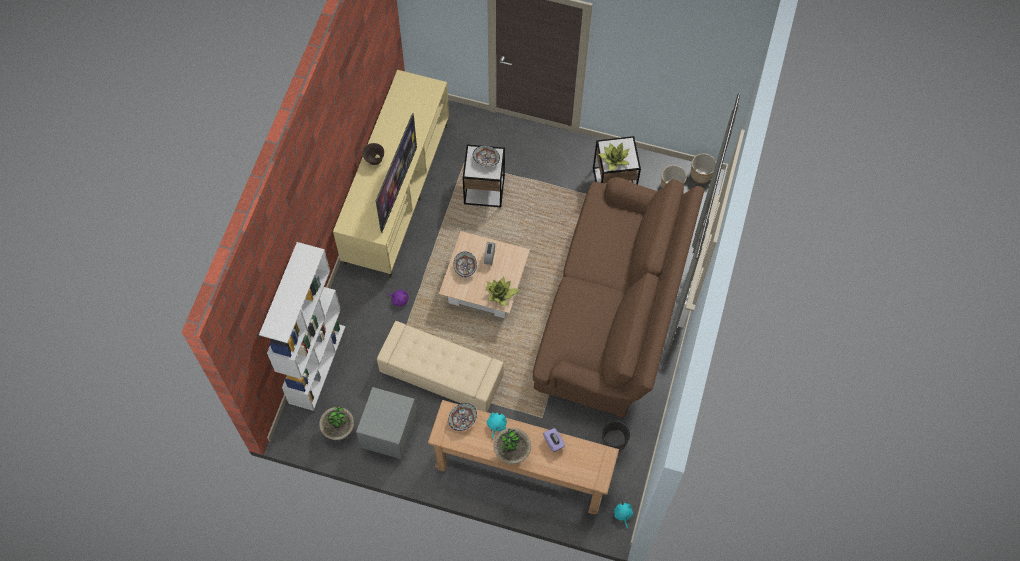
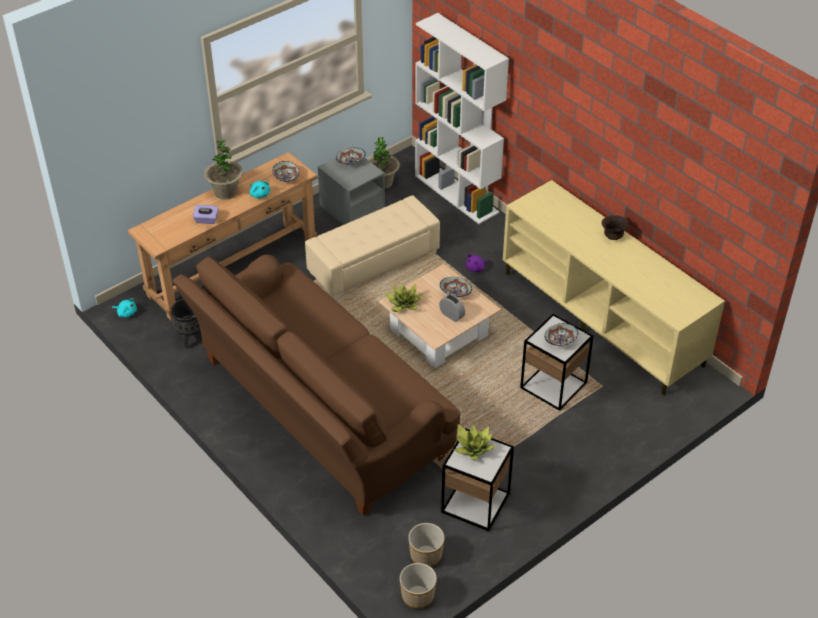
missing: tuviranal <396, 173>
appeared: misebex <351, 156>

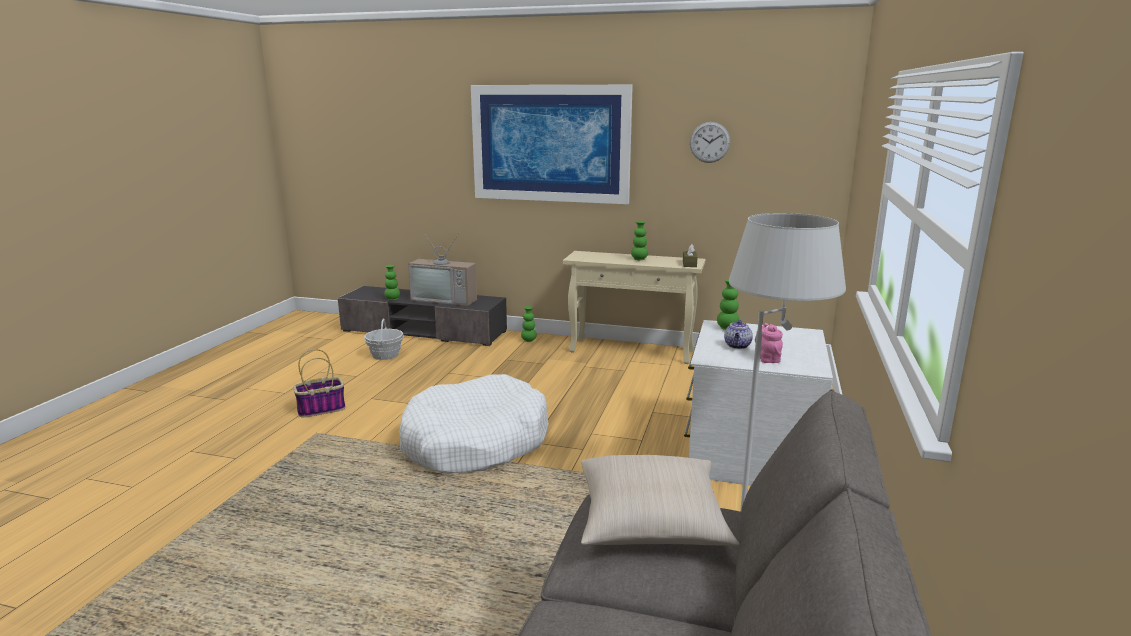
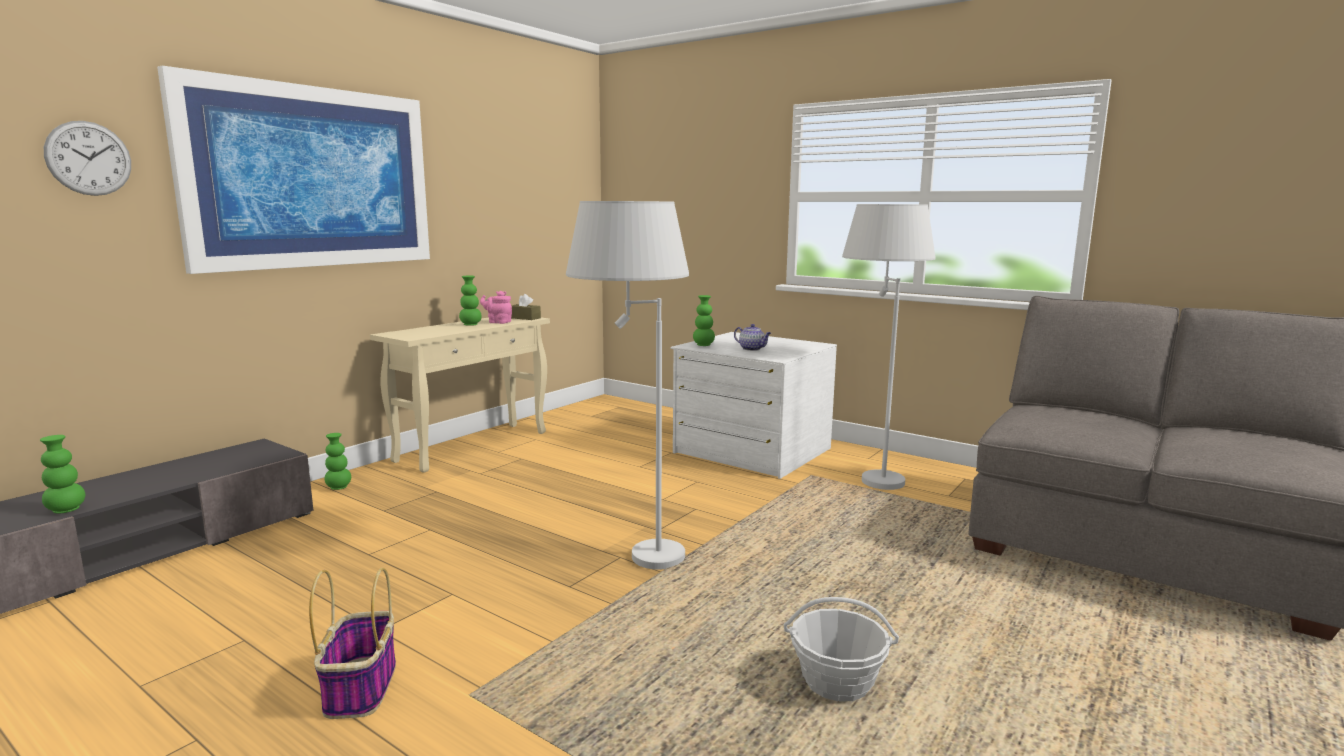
missing: tuviranal <442, 269>; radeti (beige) <660, 500>
relocated: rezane <384, 339> to <841, 649>; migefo <710, 142> to <87, 158>; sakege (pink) <769, 343> to <496, 307>
exchanged: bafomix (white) <474, 424> to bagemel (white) <627, 385>

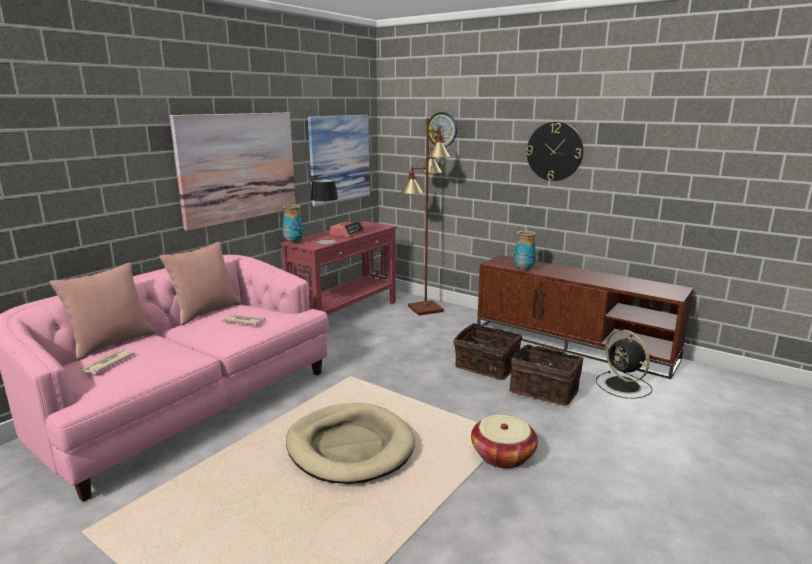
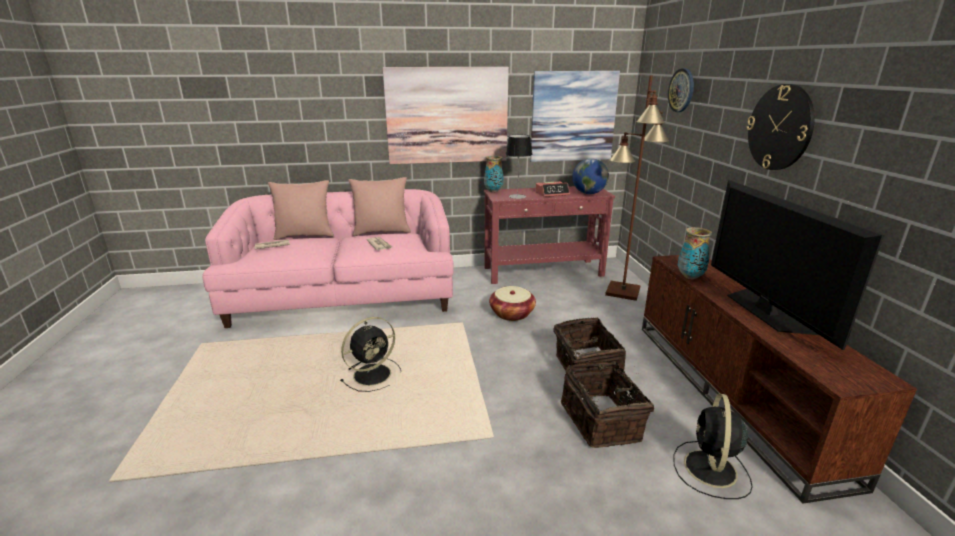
appeared: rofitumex <590, 176>; tuviranal <797, 265>
relocated: rezane <504, 442> to <512, 303>
exchanged: bafomix (beige) <350, 443> to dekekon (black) <370, 354>

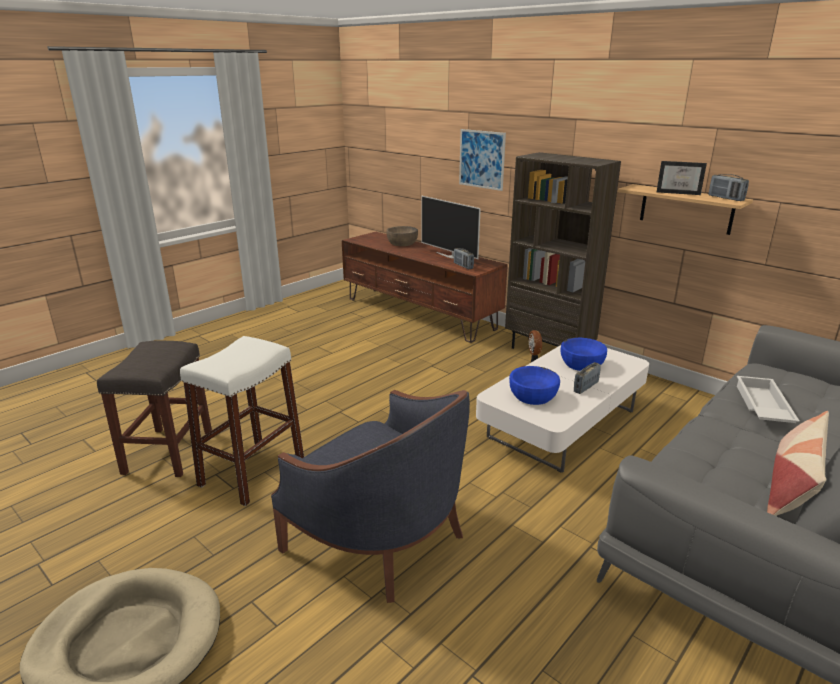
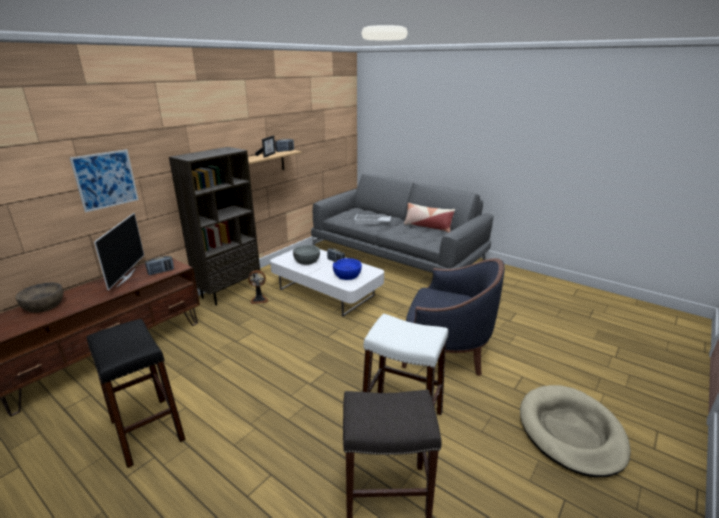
appeared: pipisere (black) <136, 393>
colour: misebex (blue) <584, 354> to misebex (grey) <306, 255>
spun: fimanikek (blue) <370, 496> = <453, 317> 75 degrees clockwise; tuviranal <451, 227> = <119, 252> 45 degrees counterclockwise

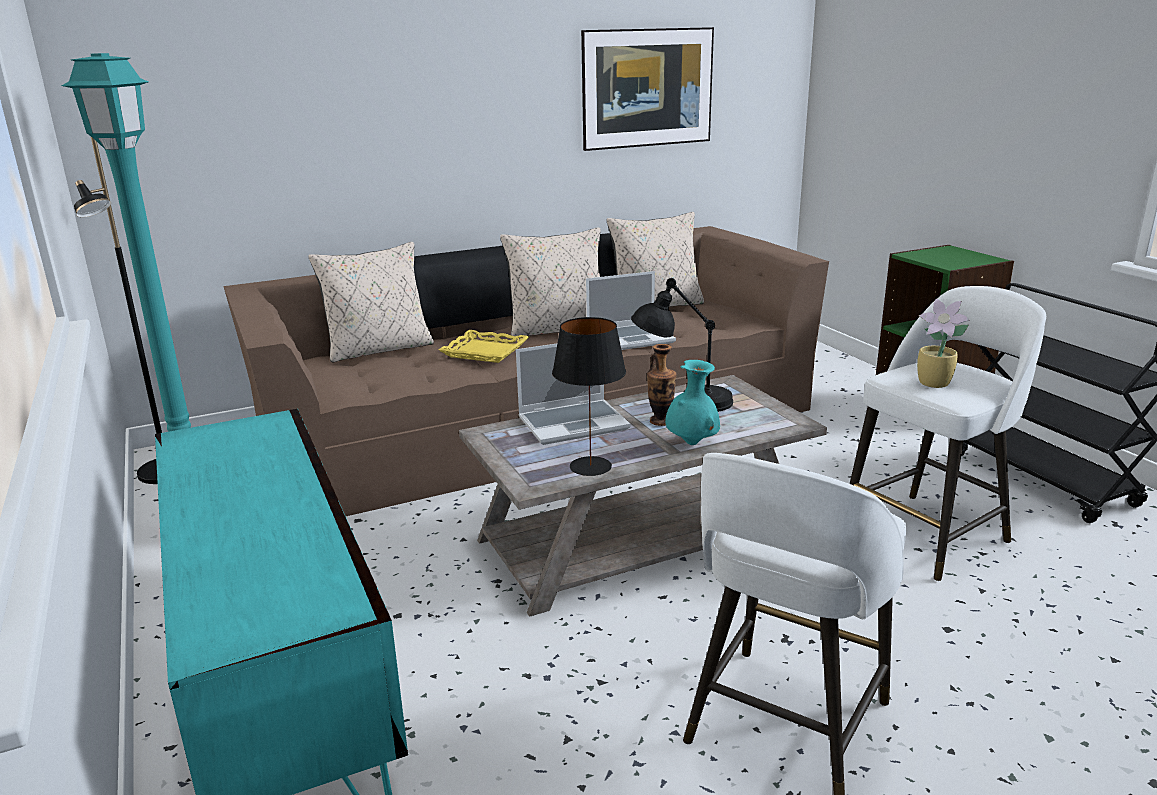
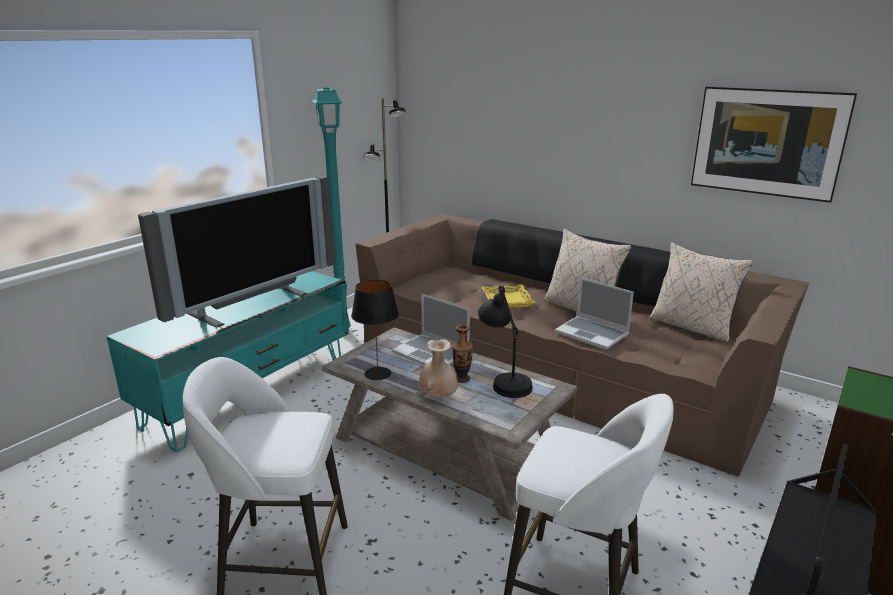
missing: radeti (beige) <371, 302>; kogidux <943, 343>
appeared: tuviranal <236, 252>
colour: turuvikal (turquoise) <692, 402> to turuvikal (beige) <438, 369>

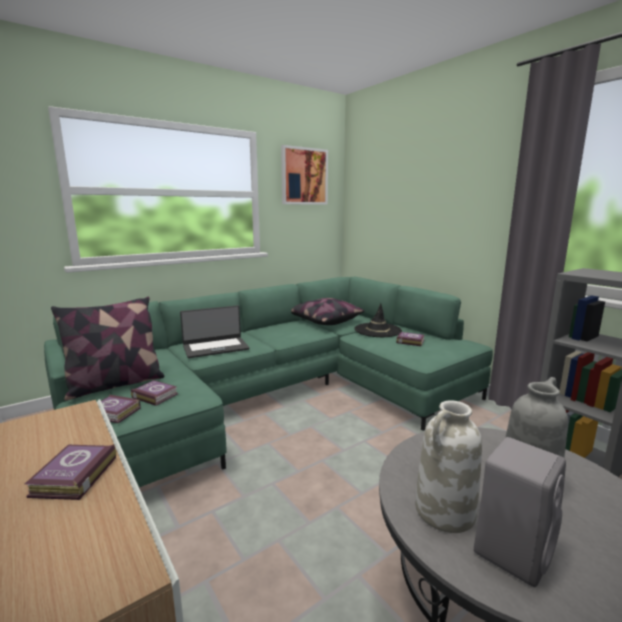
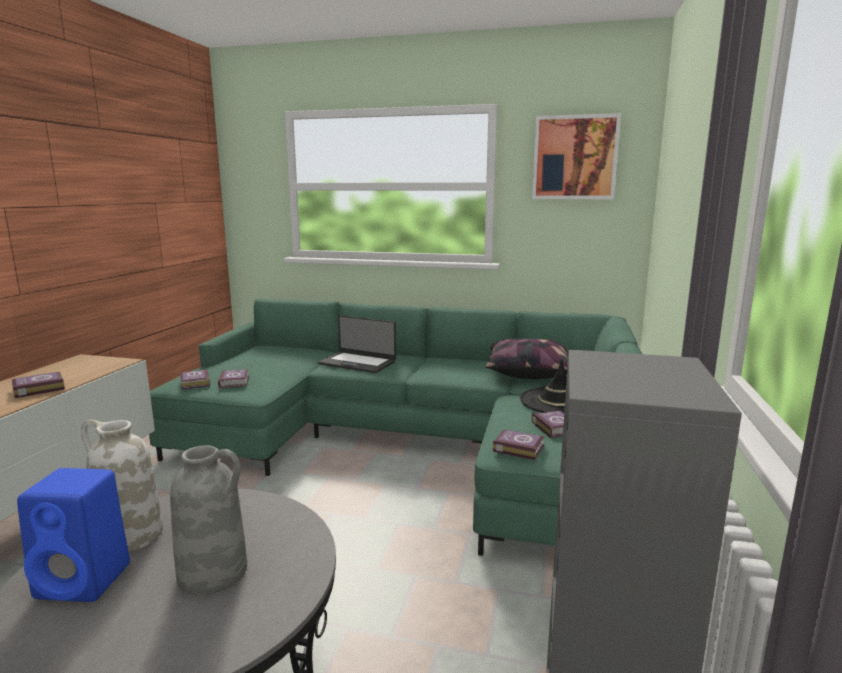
missing: radeti <108, 348>
appeared: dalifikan <518, 444>
colour: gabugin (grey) <520, 512> to gabugin (blue) <73, 535>

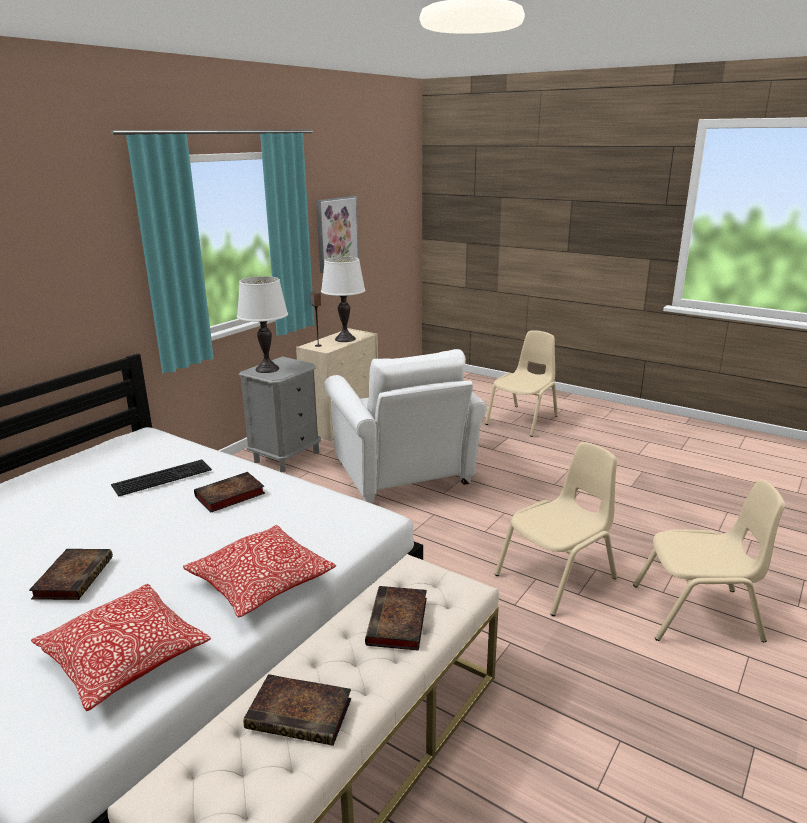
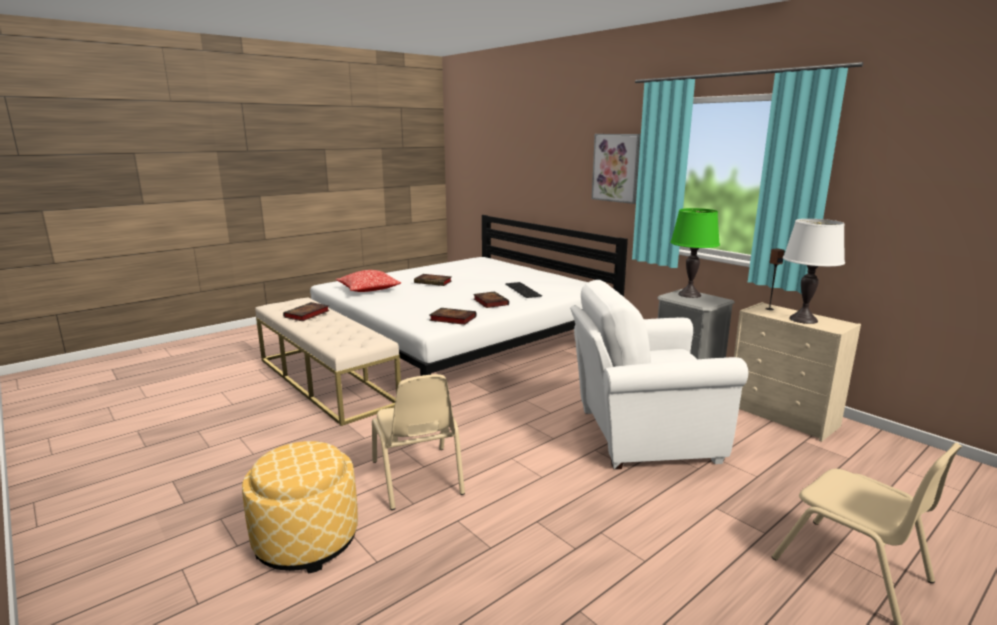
missing: radeti <259, 571>
relocated: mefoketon <337, 234> to <616, 169>; dalifikan <396, 618> to <452, 316>
exchanged: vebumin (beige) <709, 560> to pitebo <300, 507>
colour: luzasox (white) <262, 324> to luzasox (green) <695, 253>

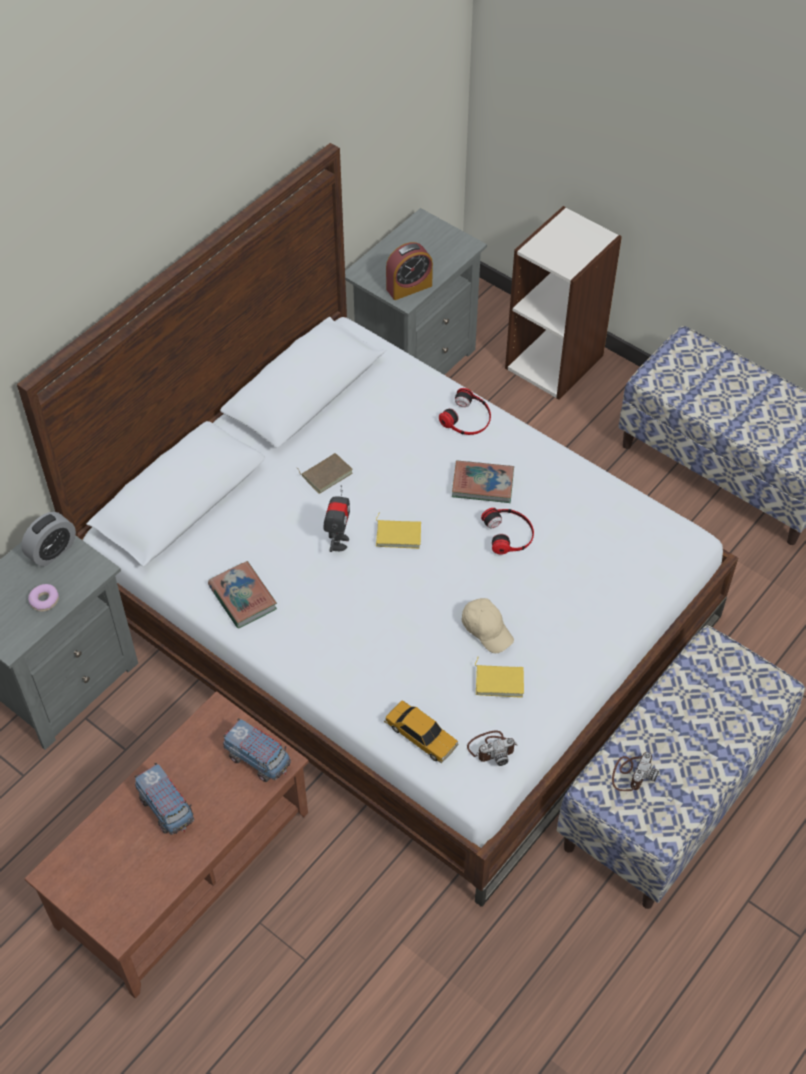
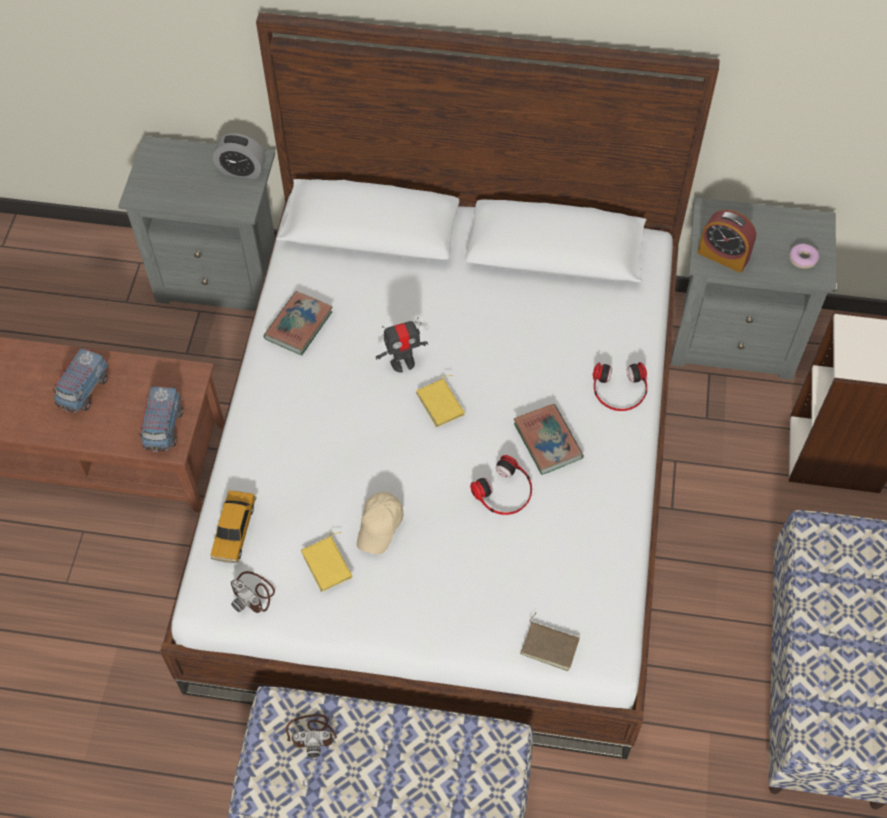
relocated: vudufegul <43, 598> to <804, 256>; dalifikan (brown) <325, 473> to <550, 641>

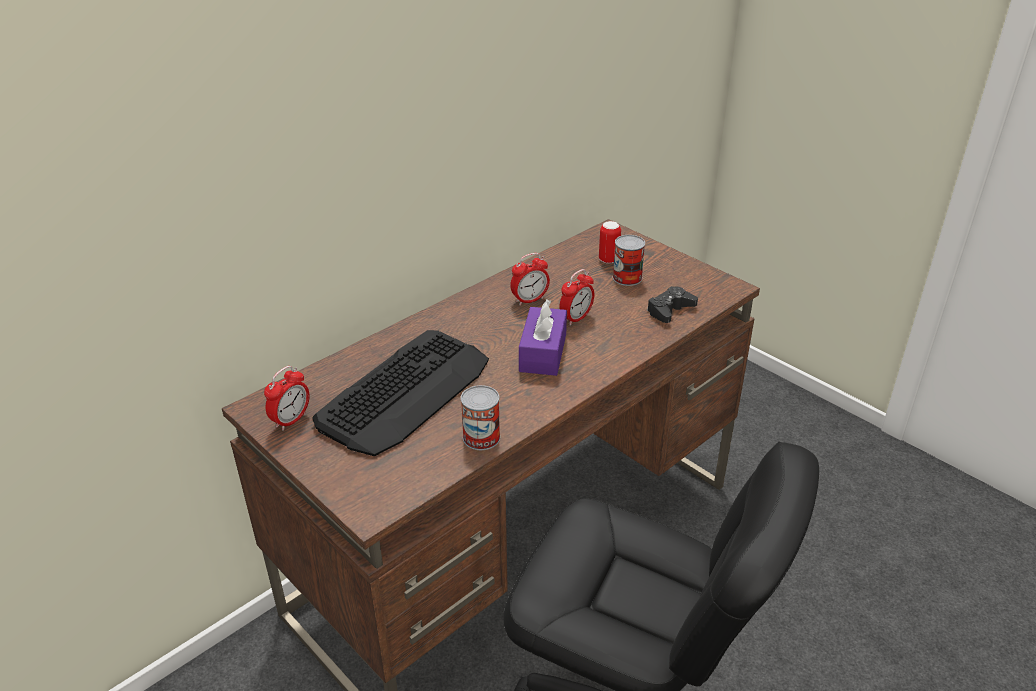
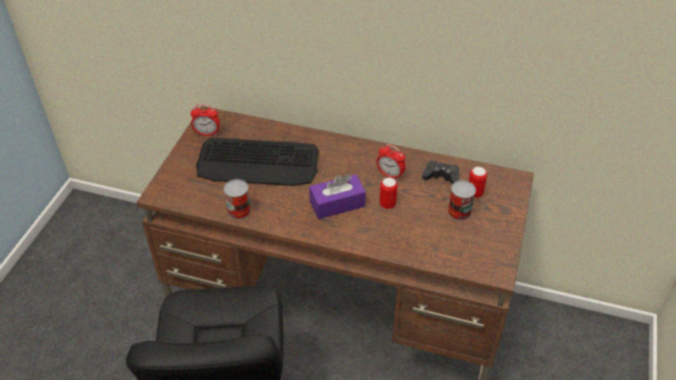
relocated: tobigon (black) <672, 304> to <441, 172>
exchanged: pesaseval <576, 297> to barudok <388, 193>

